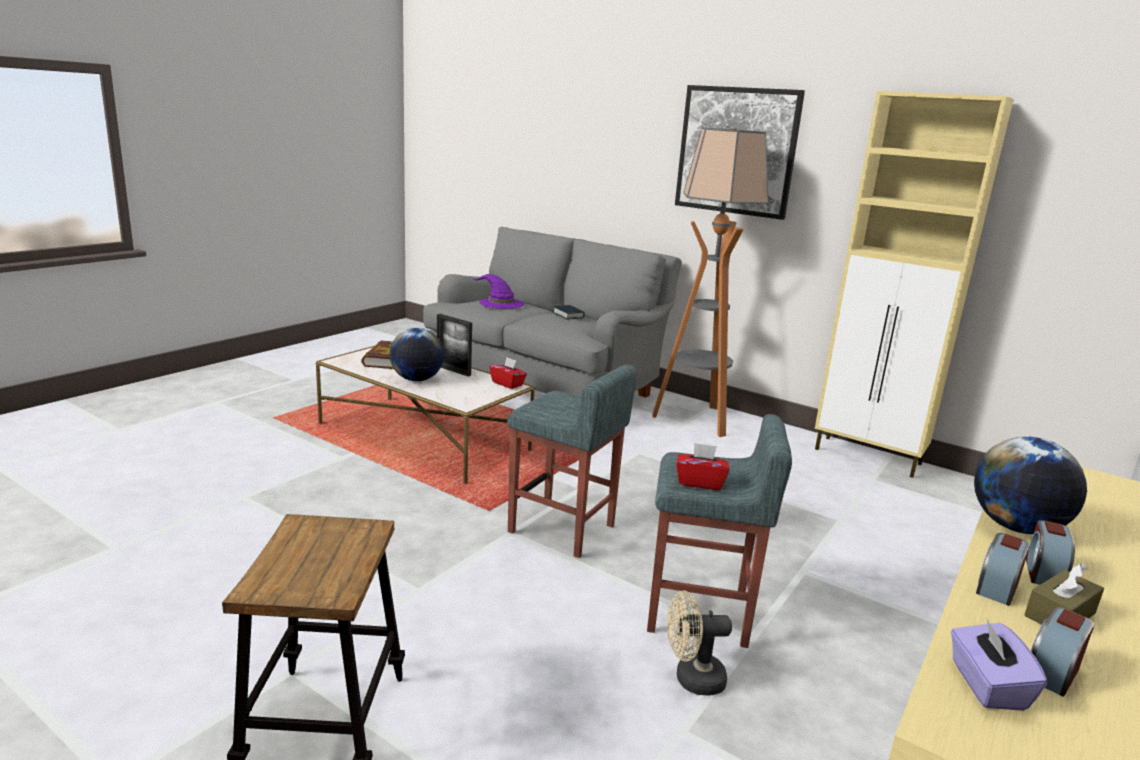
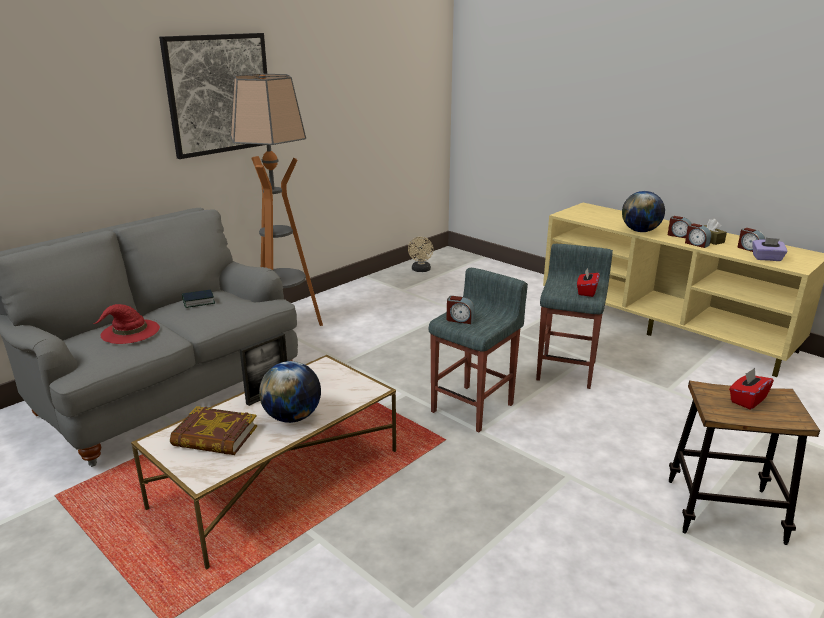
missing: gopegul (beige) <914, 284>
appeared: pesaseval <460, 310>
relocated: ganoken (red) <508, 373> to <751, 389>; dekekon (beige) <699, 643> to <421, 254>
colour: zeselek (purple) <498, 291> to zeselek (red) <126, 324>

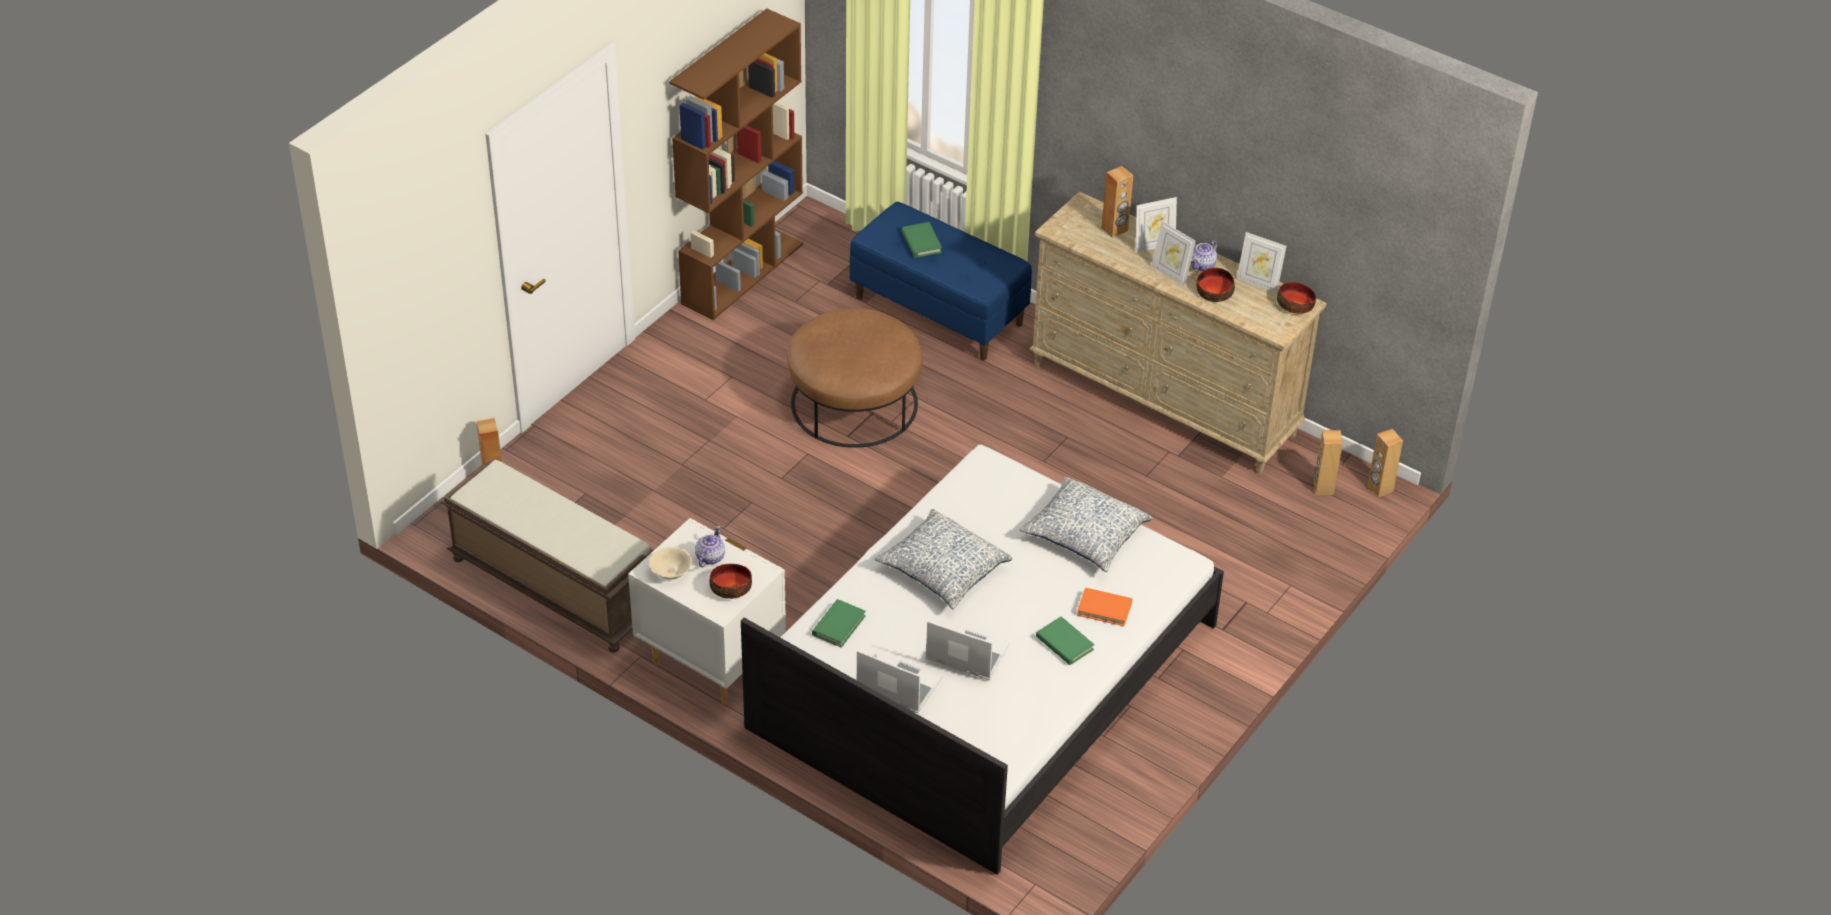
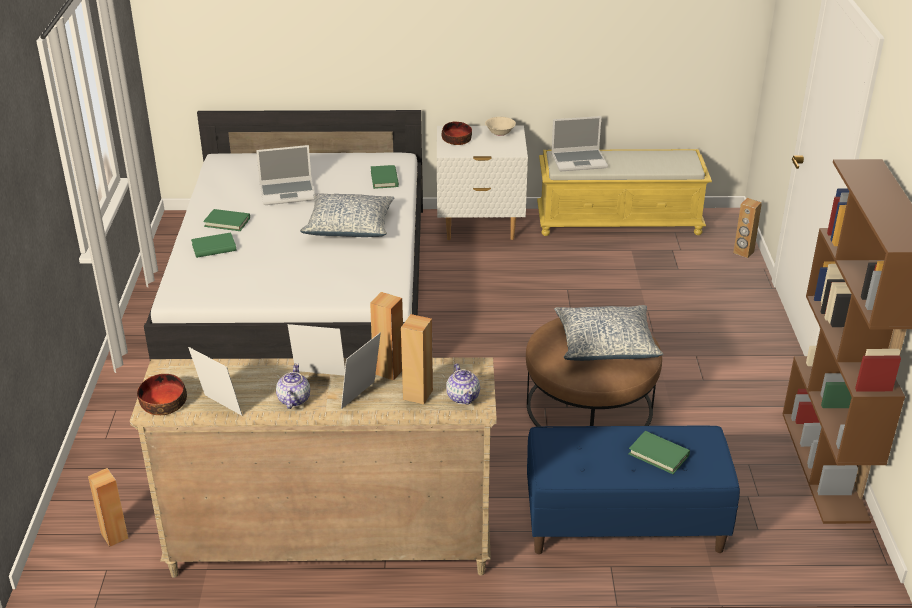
missing: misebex <1215, 285>
relocated: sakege <710, 546> to <463, 384>; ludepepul <900, 681> to <579, 143>; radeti <1086, 524> to <609, 333>; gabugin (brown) <1385, 463> to <386, 336>
colour: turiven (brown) <547, 556> to turiven (yellow) <624, 192>; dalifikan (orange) <1104, 607> to dalifikan (green) <214, 245>
spun: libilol <1262, 262> = <215, 381> 45 degrees clockwise

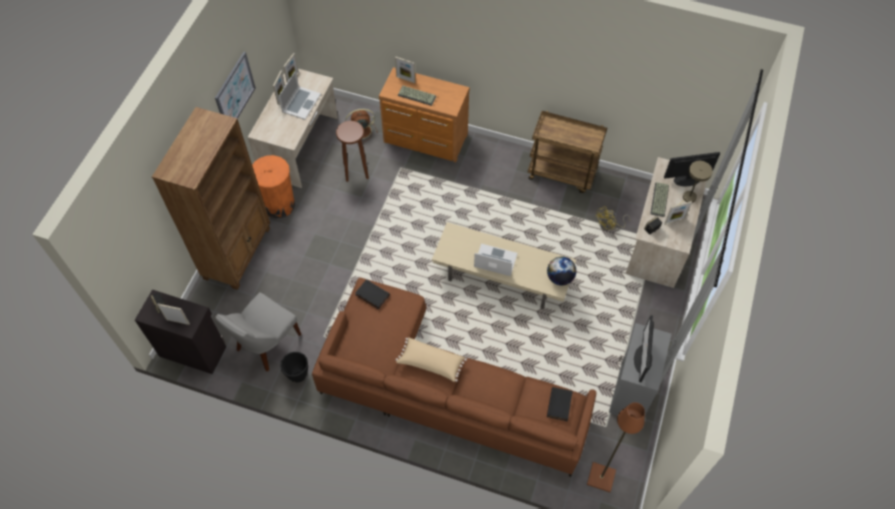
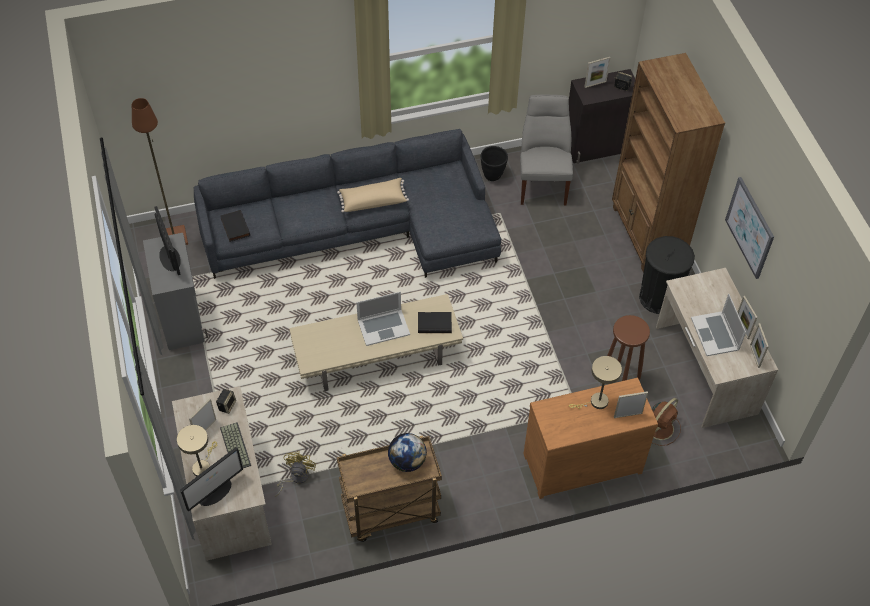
relocated: dalifikan (black) <372, 294> to <435, 322>; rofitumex <561, 270> to <407, 452>
exchanged: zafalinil <417, 96> to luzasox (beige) <595, 382>
colour: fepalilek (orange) <273, 187> to fepalilek (black) <667, 275>; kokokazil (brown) <454, 377> to kokokazil (grey) <347, 204>

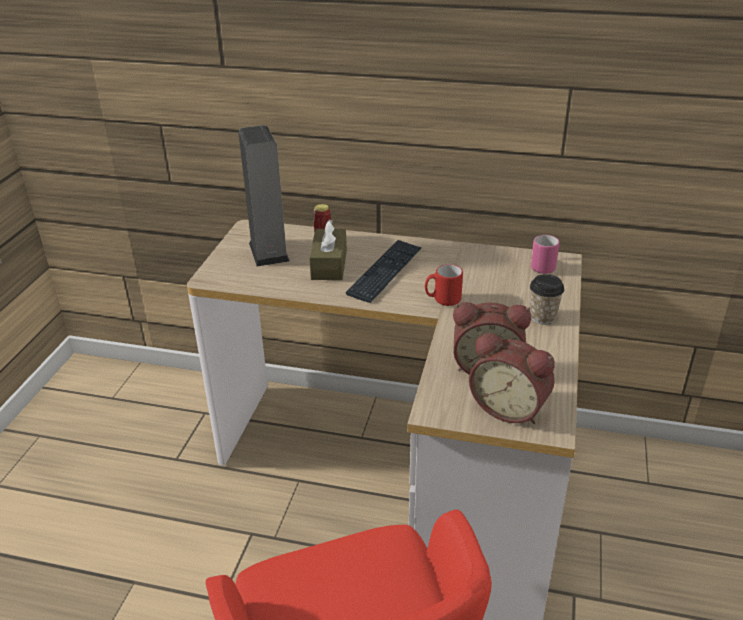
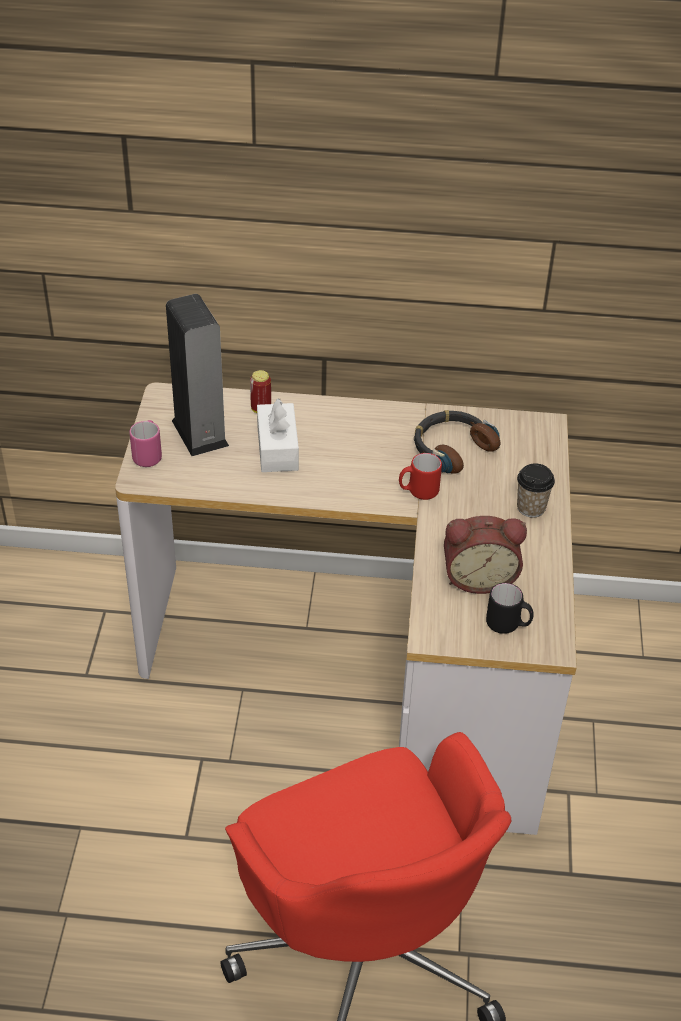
missing: zafalinil <384, 271>
appeared: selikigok <457, 442>
relocated: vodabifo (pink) <545, 254> to <145, 443>
exchanged: pesaseval <512, 378> to vodabifo (black) <510, 608>
colour: ganoken (brown) <328, 249> to ganoken (white) <278, 435>

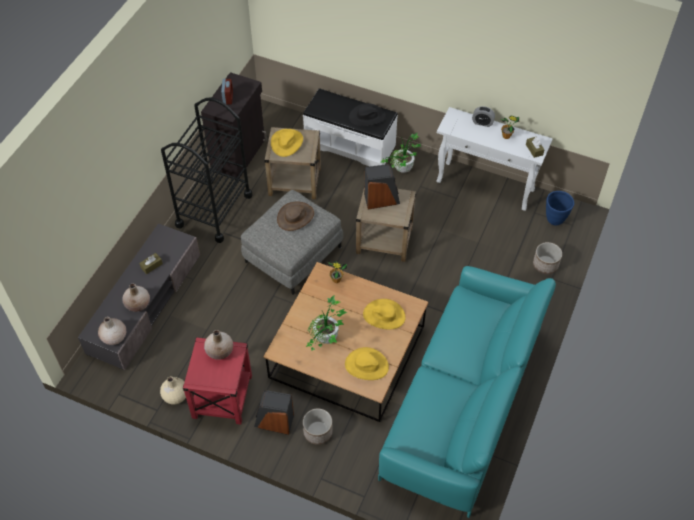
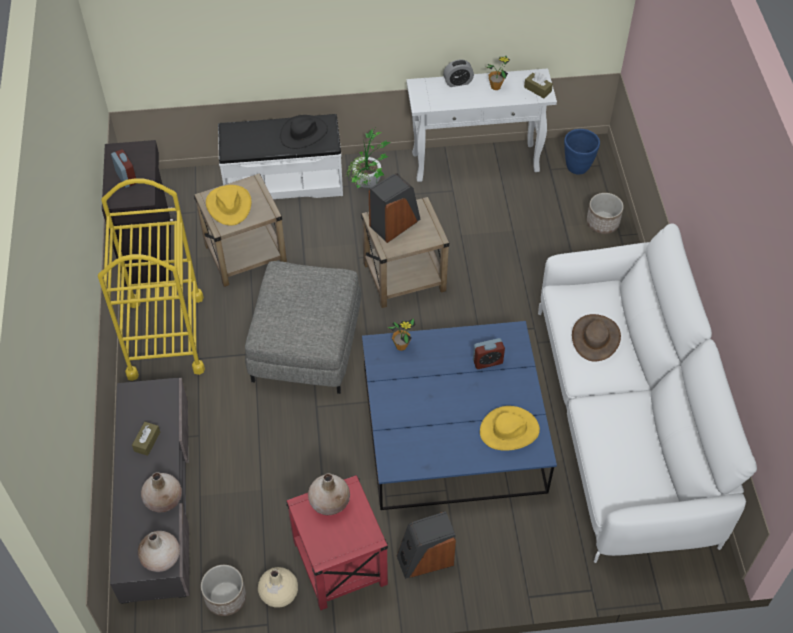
missing: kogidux <326, 323>
relocated: zeselek (brown) <295, 216> to <596, 338>; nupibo <318, 426> to <223, 590>
exchanged: zeselek (yellow) <384, 314> to pesaseval <489, 353>
colour: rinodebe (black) <207, 170> to rinodebe (yellow) <151, 279>; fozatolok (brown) <345, 342> to fozatolok (blue) <459, 415>; kokokazil (turquoise) <467, 392> to kokokazil (white) <647, 393>

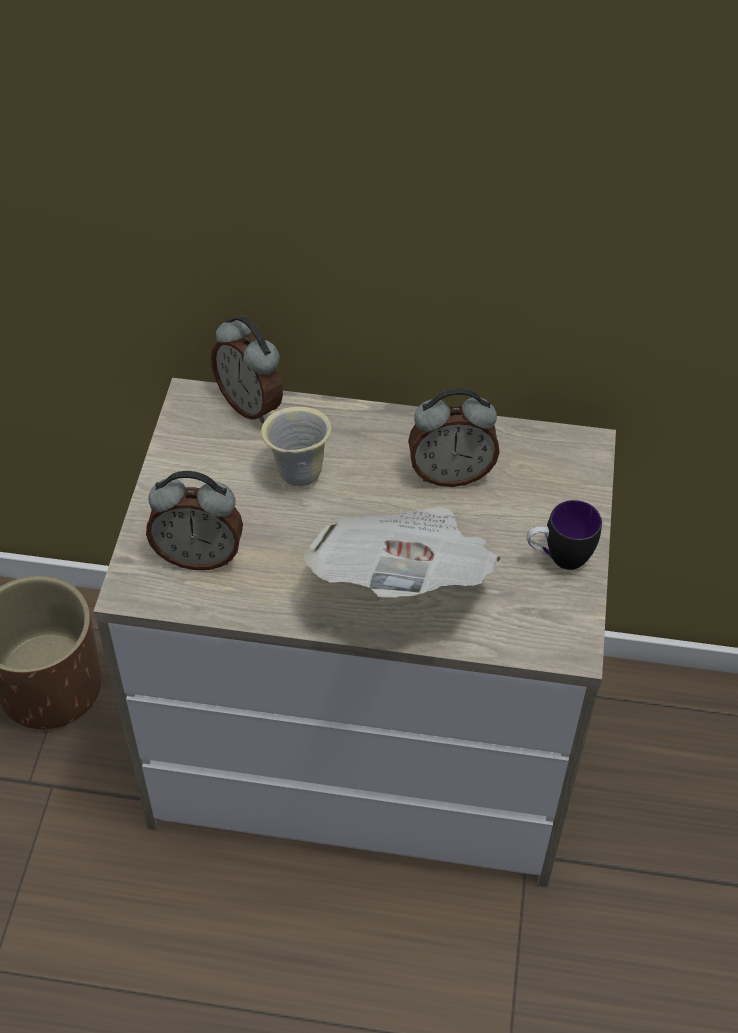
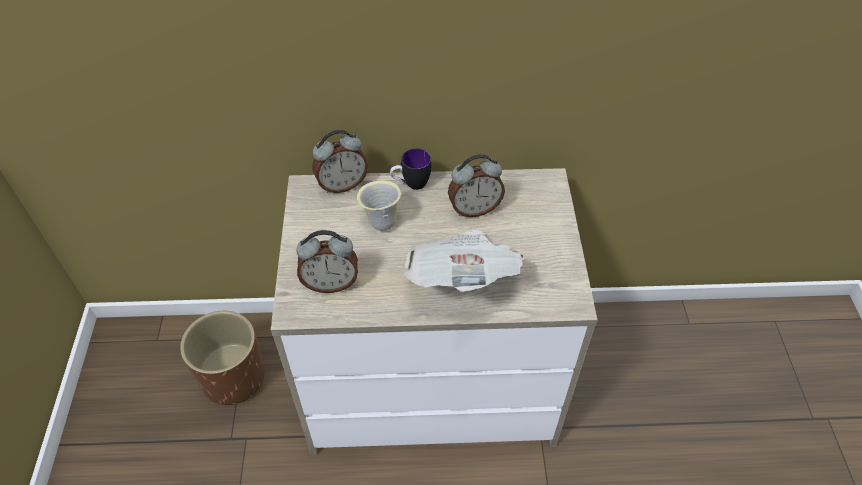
relocated: vodabifo <564, 535> to <411, 169>
spun: pesaseval <247, 369> = <340, 161> 60 degrees counterclockwise

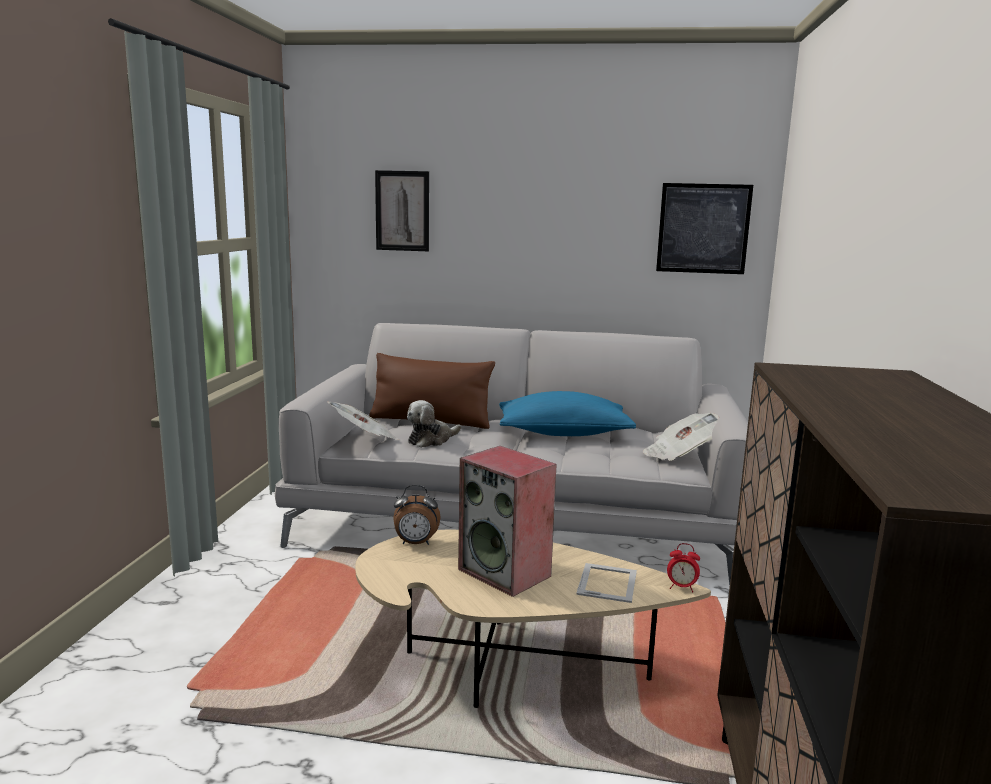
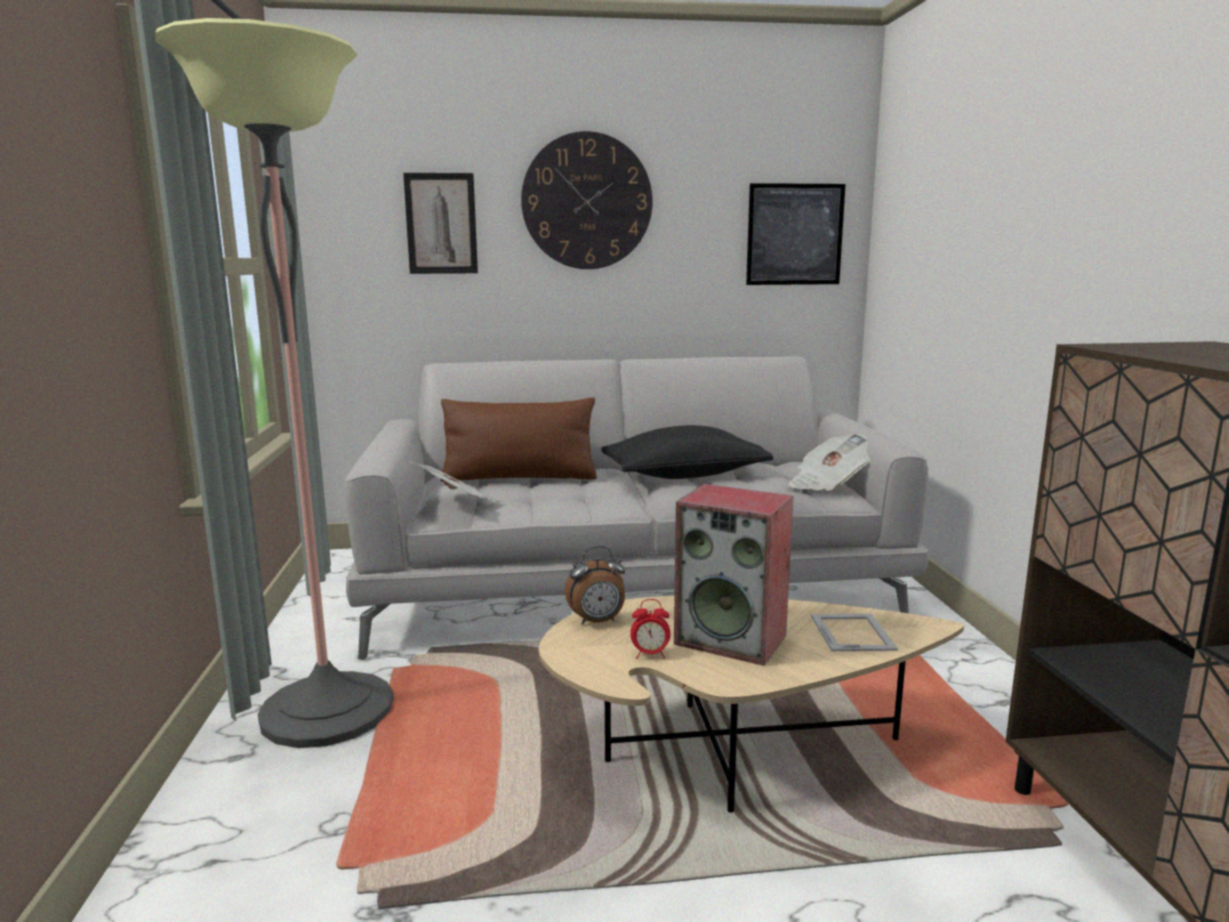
missing: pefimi <434, 424>
appeared: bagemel <274, 383>; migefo <587, 200>
relocated: pesaseval <683, 567> to <650, 629>
colour: radeti (blue) <567, 413> to radeti (black) <687, 452>

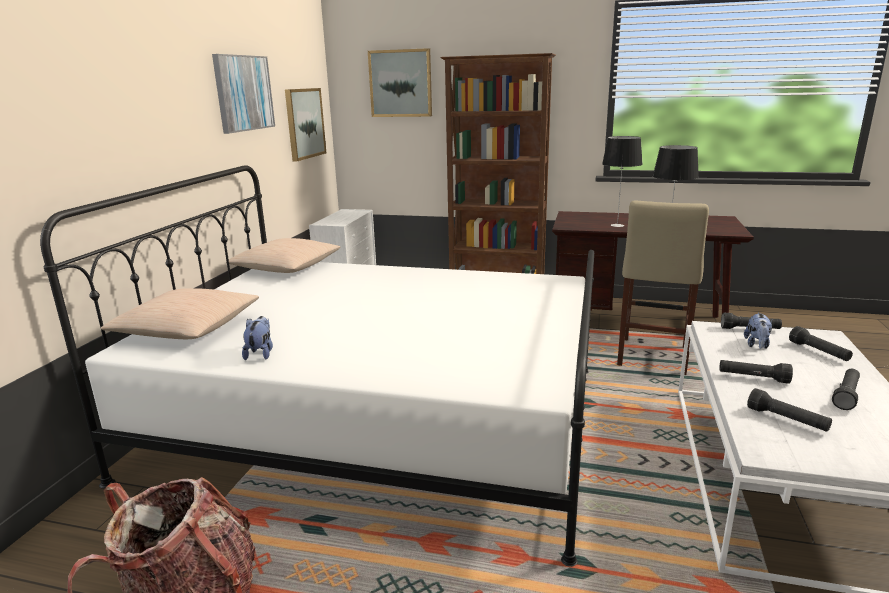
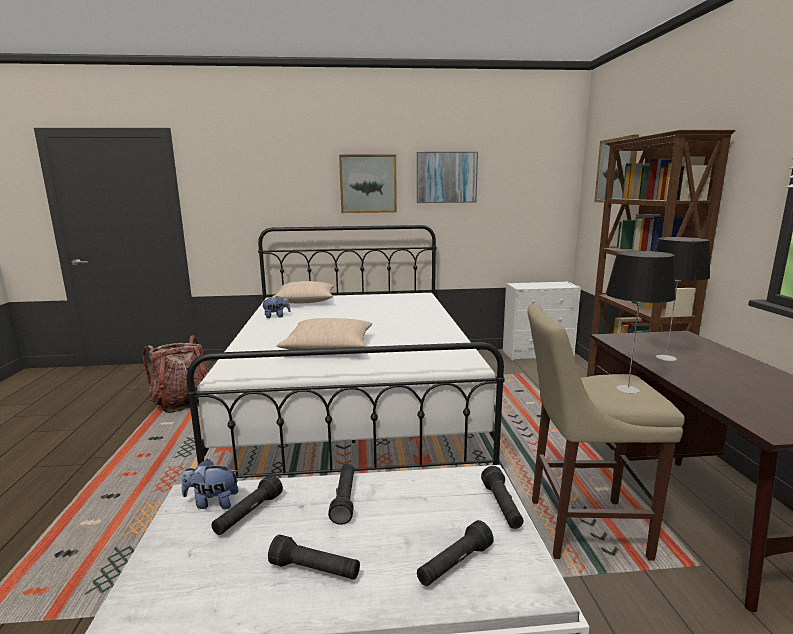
relocated: radeti (beige) <283, 255> to <324, 334>; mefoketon <305, 124> to <368, 183>; pefimi <758, 330> to <210, 484>

